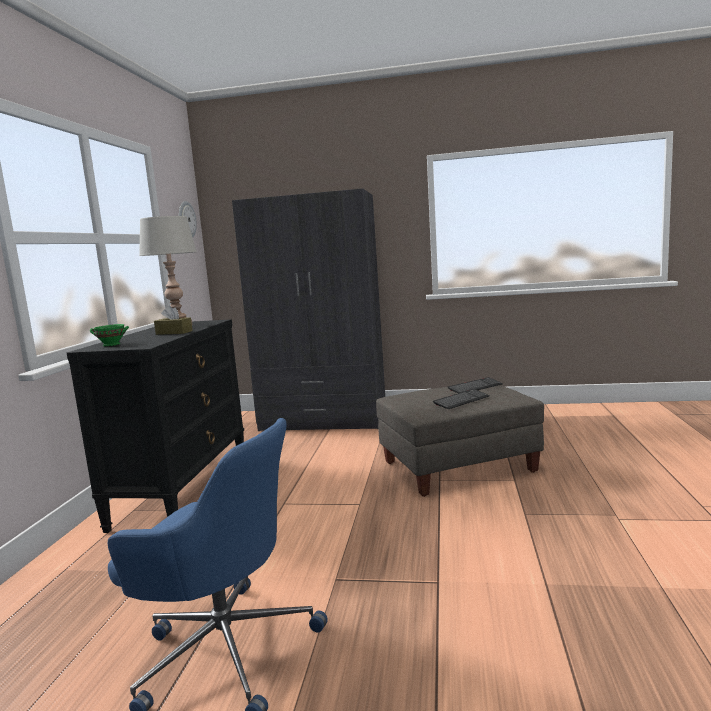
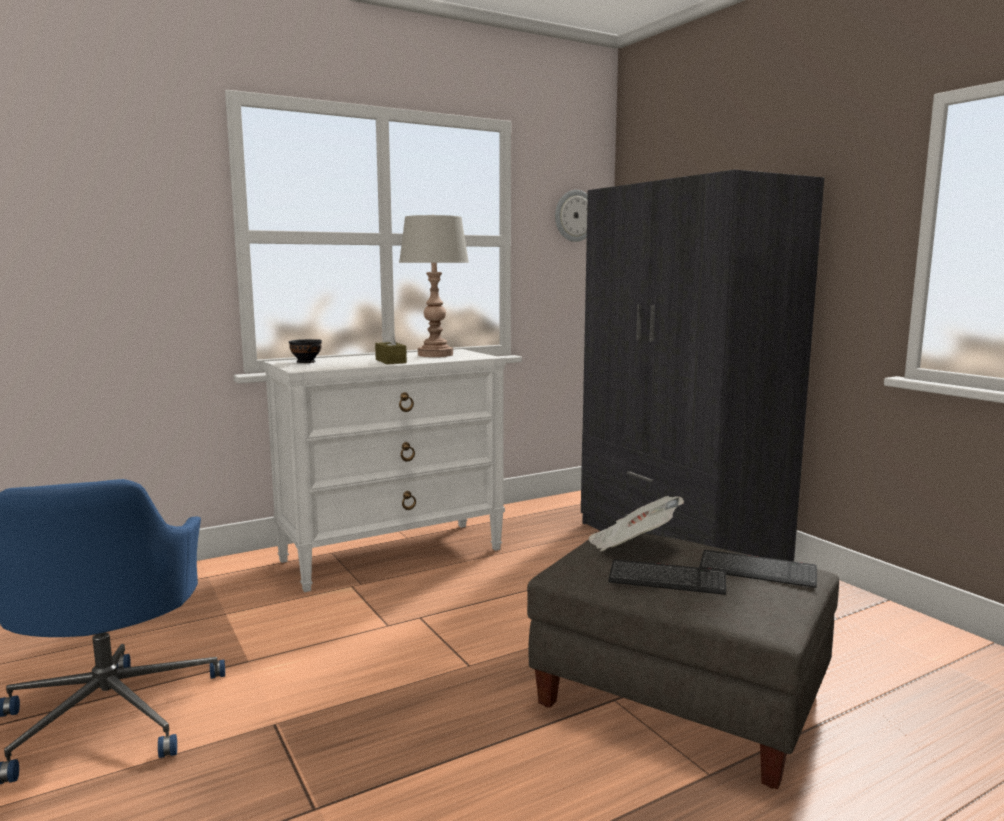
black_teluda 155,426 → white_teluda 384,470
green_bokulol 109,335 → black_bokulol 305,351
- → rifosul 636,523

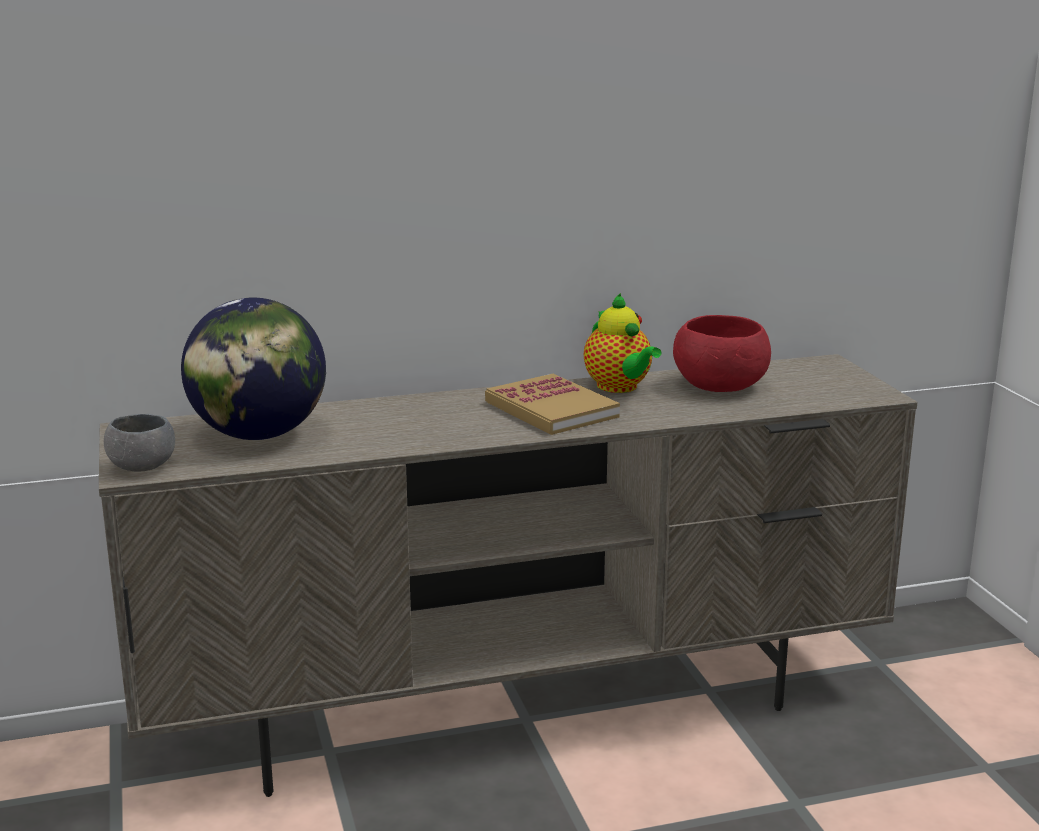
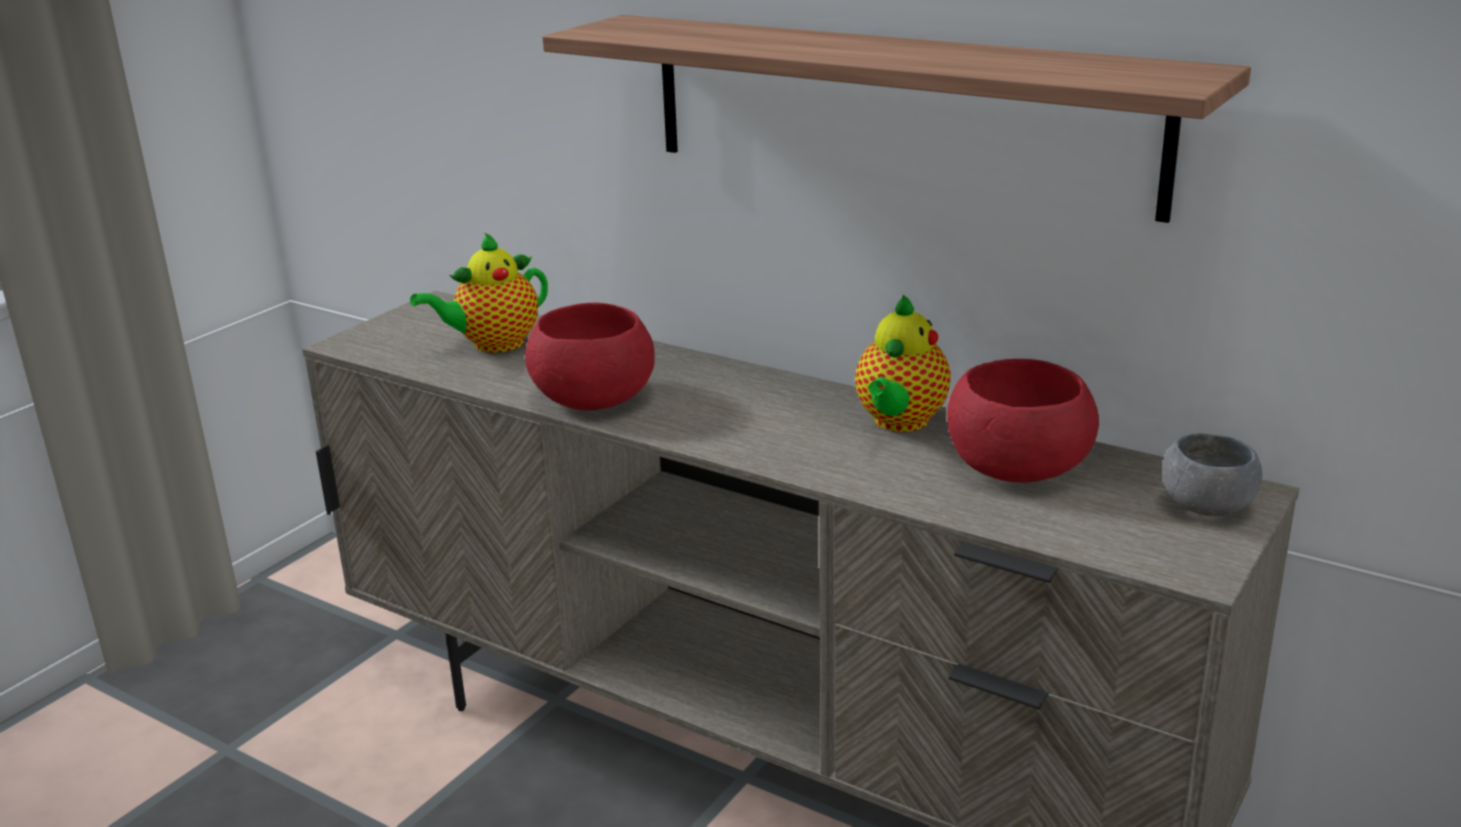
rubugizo 253,368 → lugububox 479,292
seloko 552,404 → -
grey_bokulol 139,442 → grey_bokulol 1212,474, shifted
- → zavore 896,119
- → red_bokulol 590,357

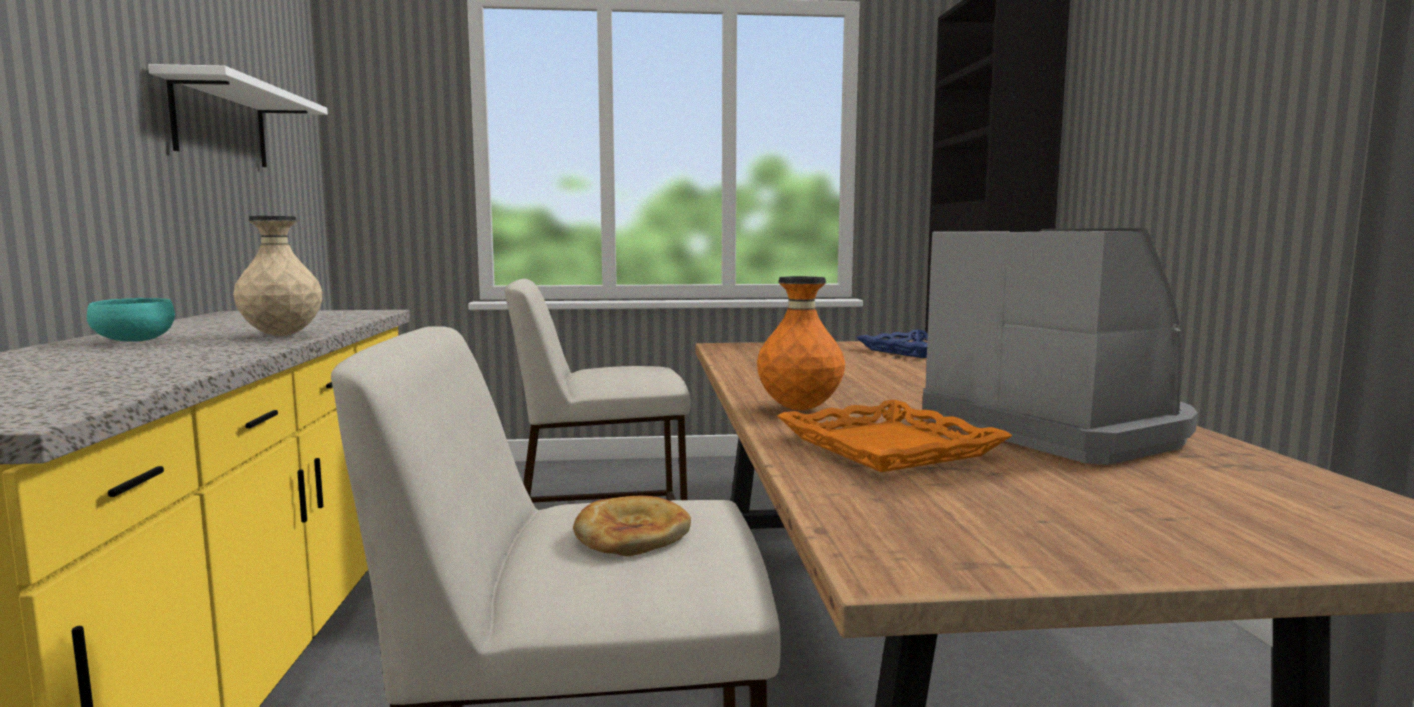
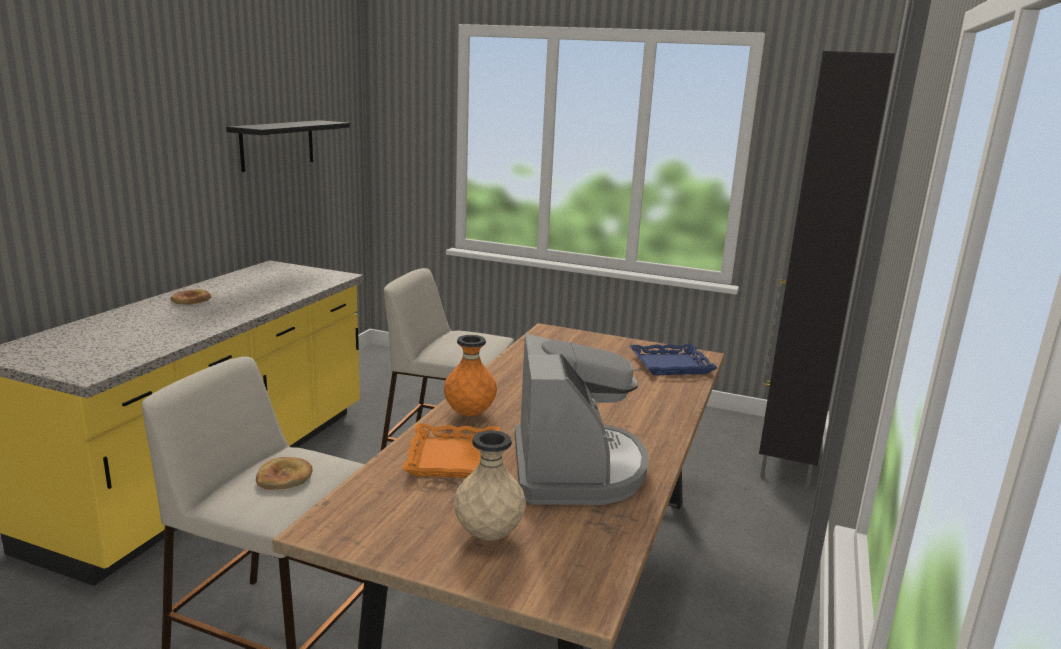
white_zavore 238,115 → black_zavore 288,146
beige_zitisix 277,276 → beige_zitisix 490,485, shifted
turquoise_bokulol 131,320 → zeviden 191,297

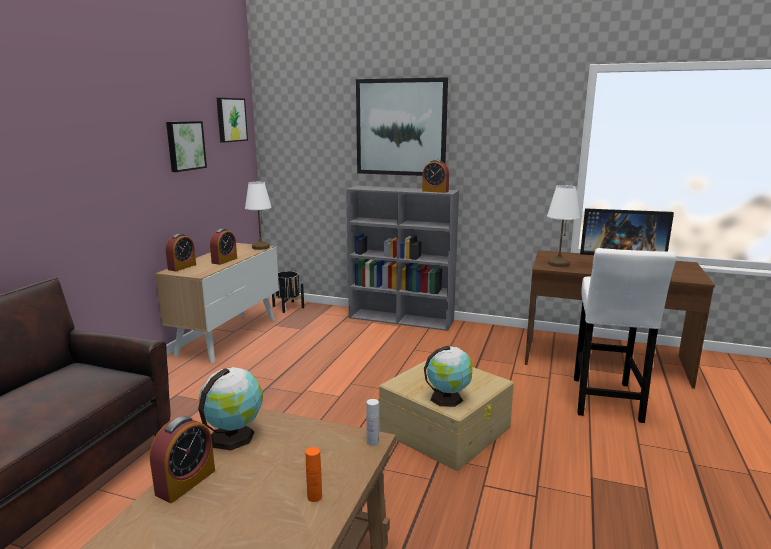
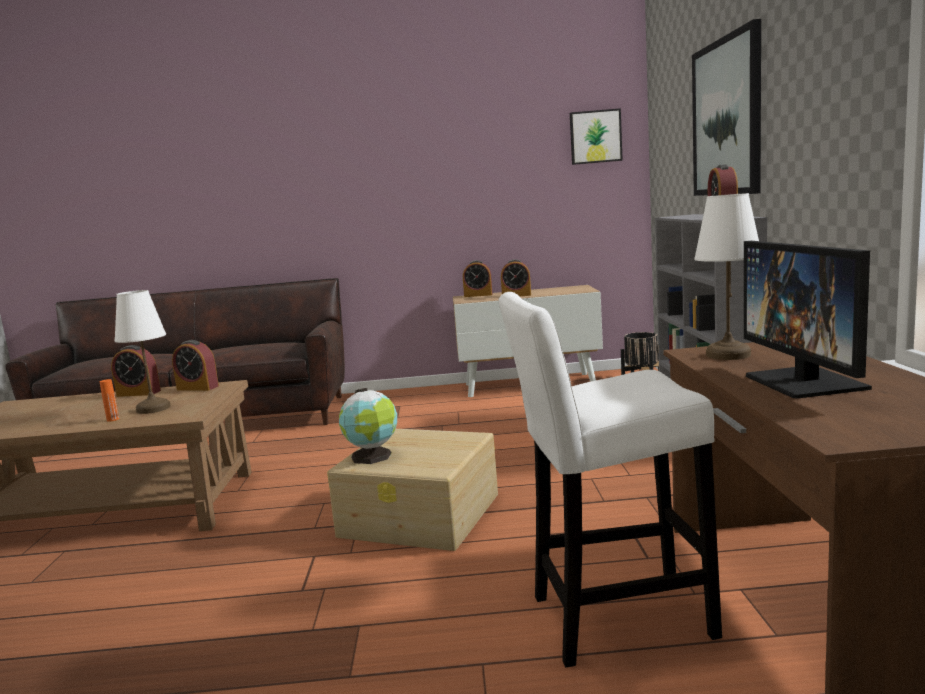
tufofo 186,146 → -
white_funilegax 258,216 → white_funilegax 142,352, shifted
rubugizo 230,408 → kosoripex 195,365
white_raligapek 372,422 → -

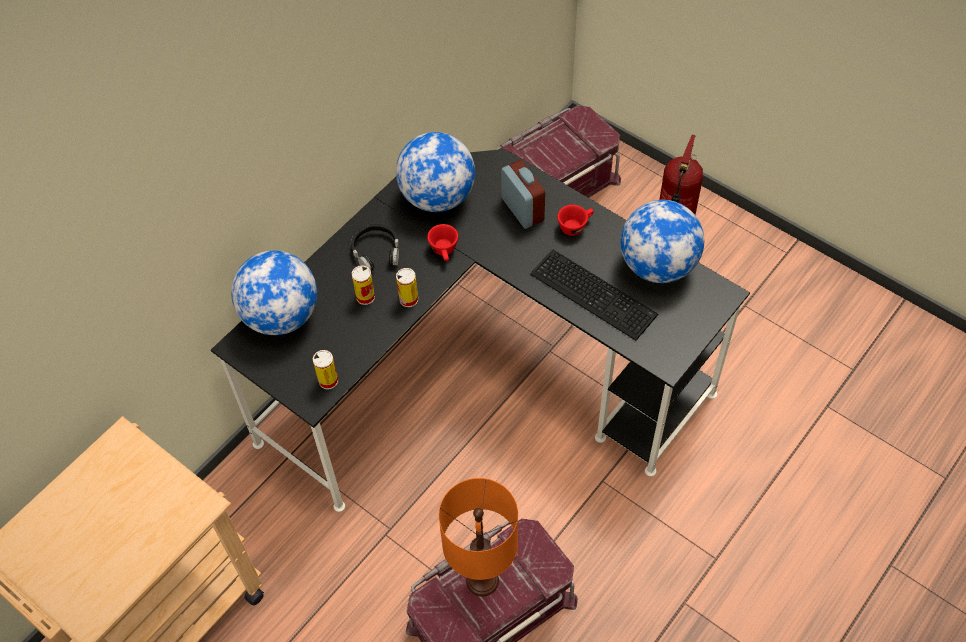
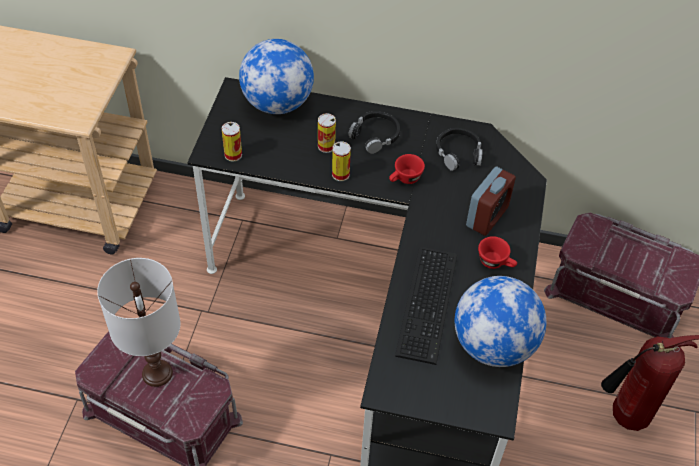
rubugizo 435,172 → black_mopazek 459,149
orange_funilegax 478,537 → white_funilegax 139,322

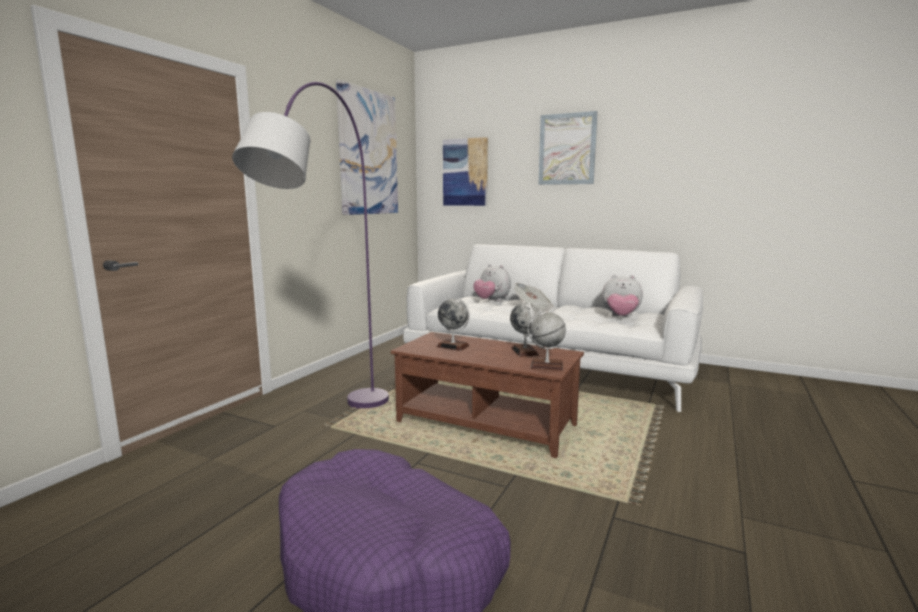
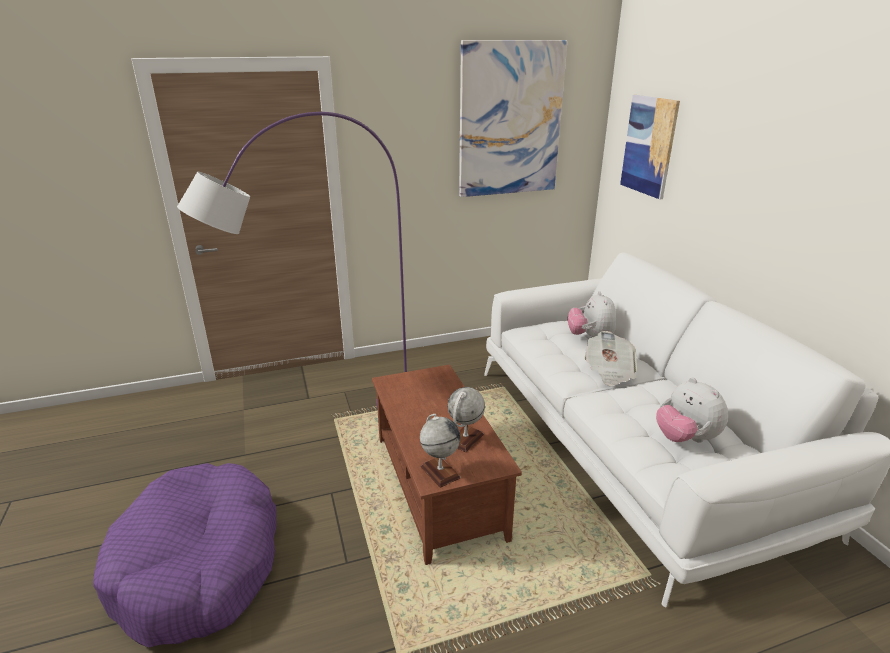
tufofo 568,148 → -
rubugizo 453,324 → -

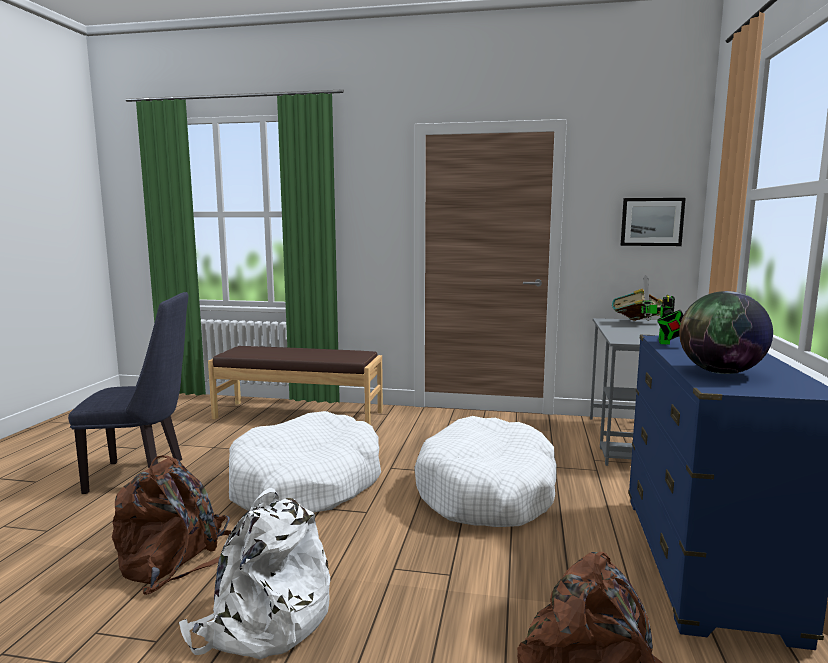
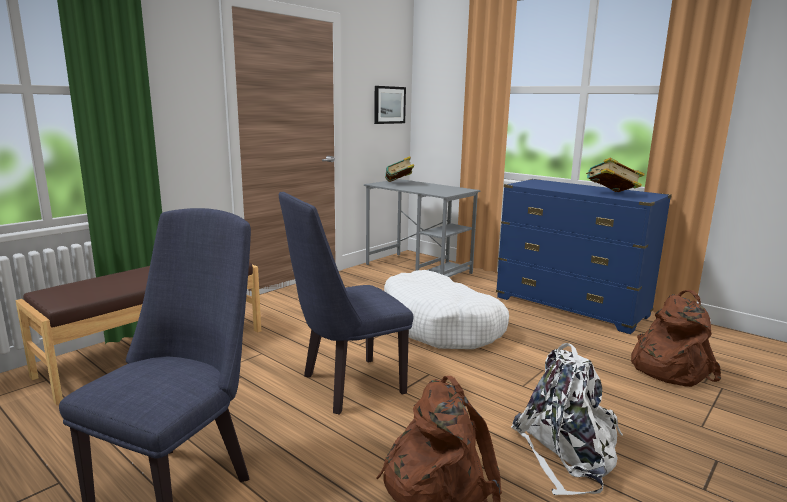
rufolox 662,310 → -
rubugizo 726,332 → seloko 615,175
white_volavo 305,462 → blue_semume 346,303

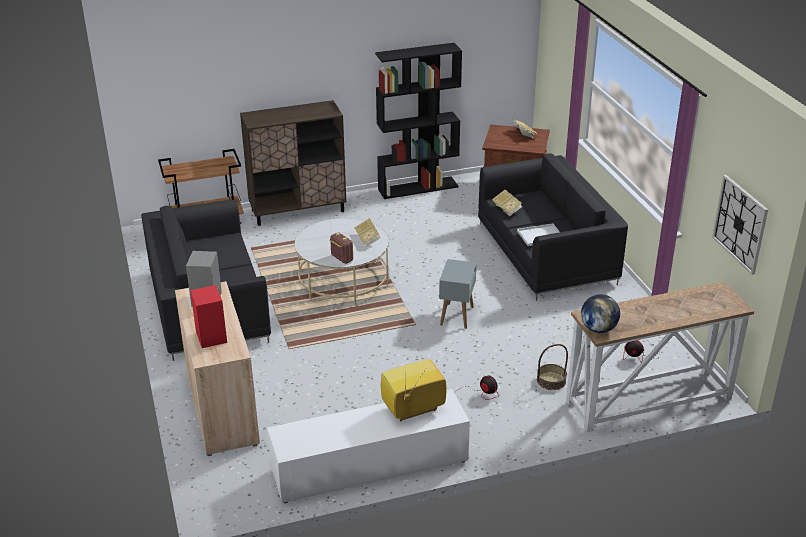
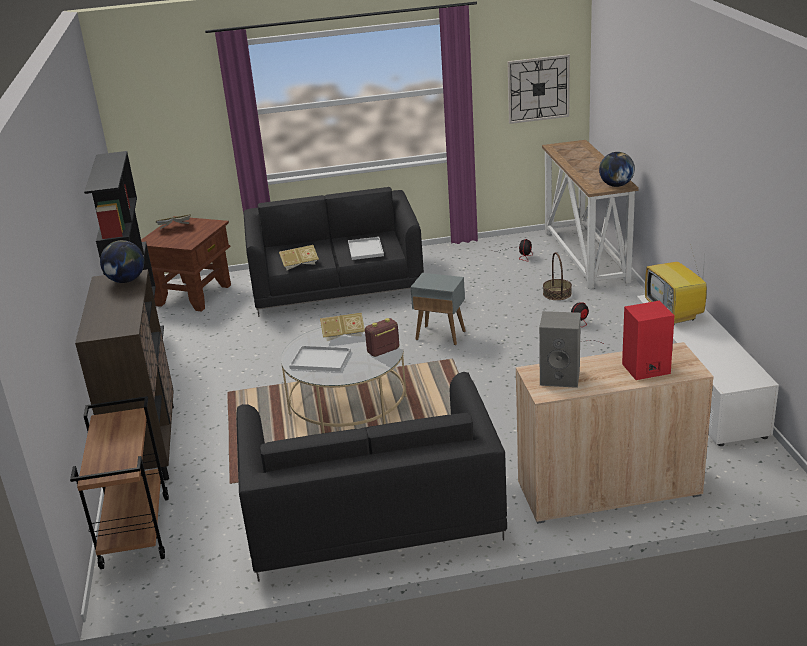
- → rubugizo 122,261
- → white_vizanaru 320,358

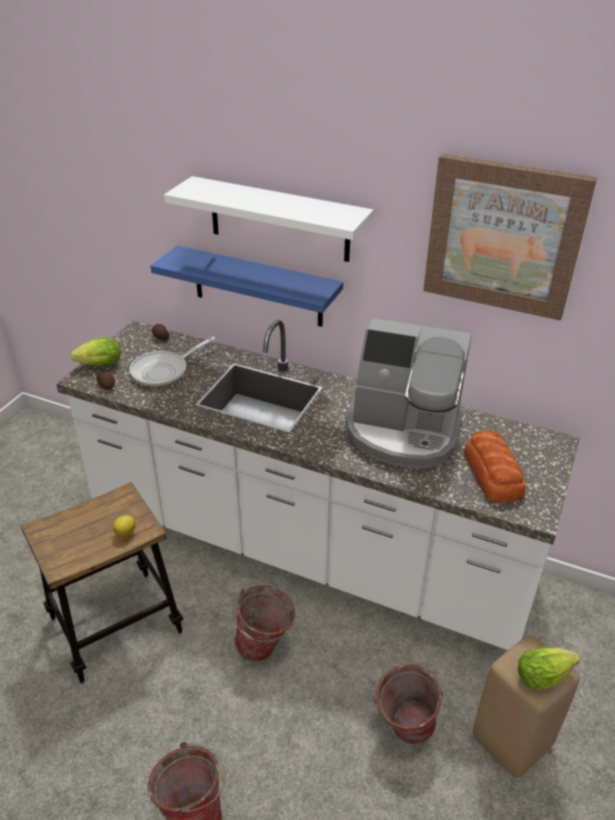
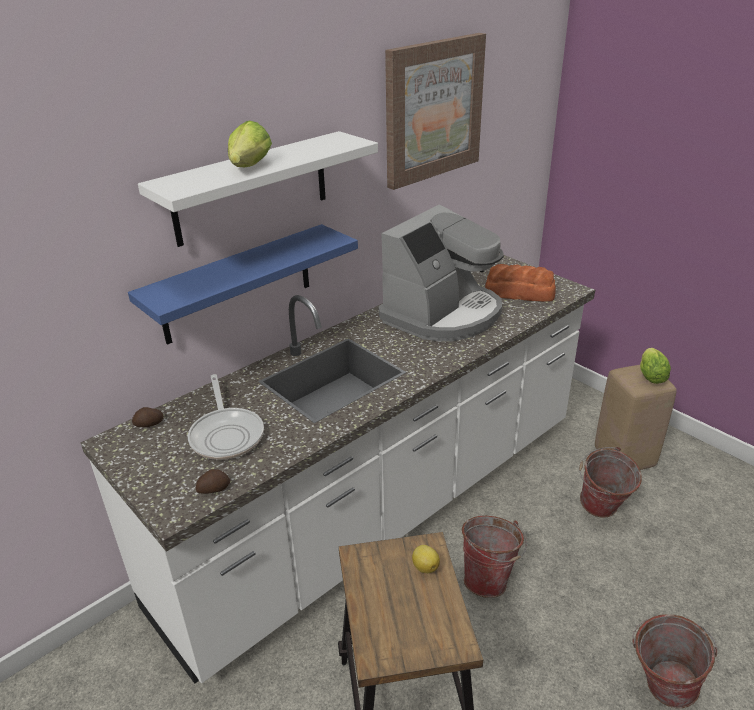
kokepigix 95,351 → kokepigix 250,143, shifted

